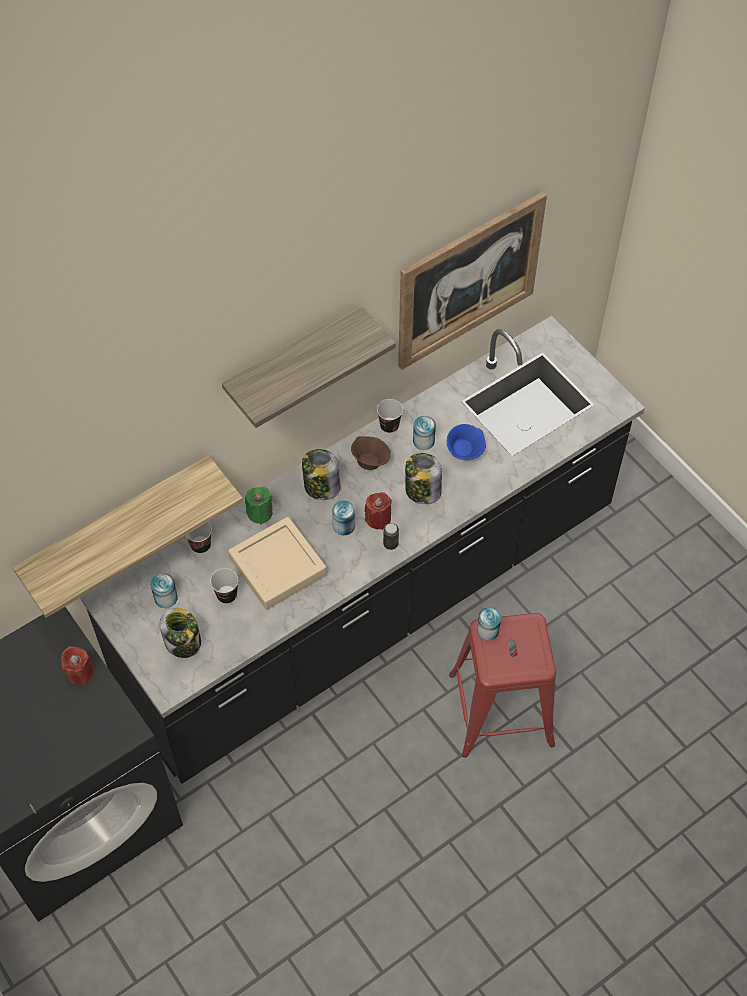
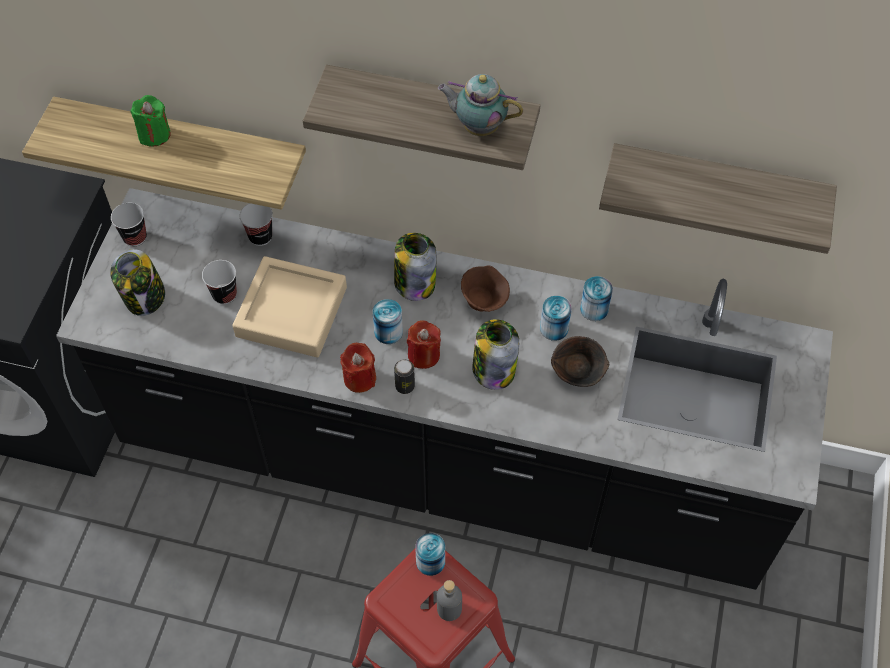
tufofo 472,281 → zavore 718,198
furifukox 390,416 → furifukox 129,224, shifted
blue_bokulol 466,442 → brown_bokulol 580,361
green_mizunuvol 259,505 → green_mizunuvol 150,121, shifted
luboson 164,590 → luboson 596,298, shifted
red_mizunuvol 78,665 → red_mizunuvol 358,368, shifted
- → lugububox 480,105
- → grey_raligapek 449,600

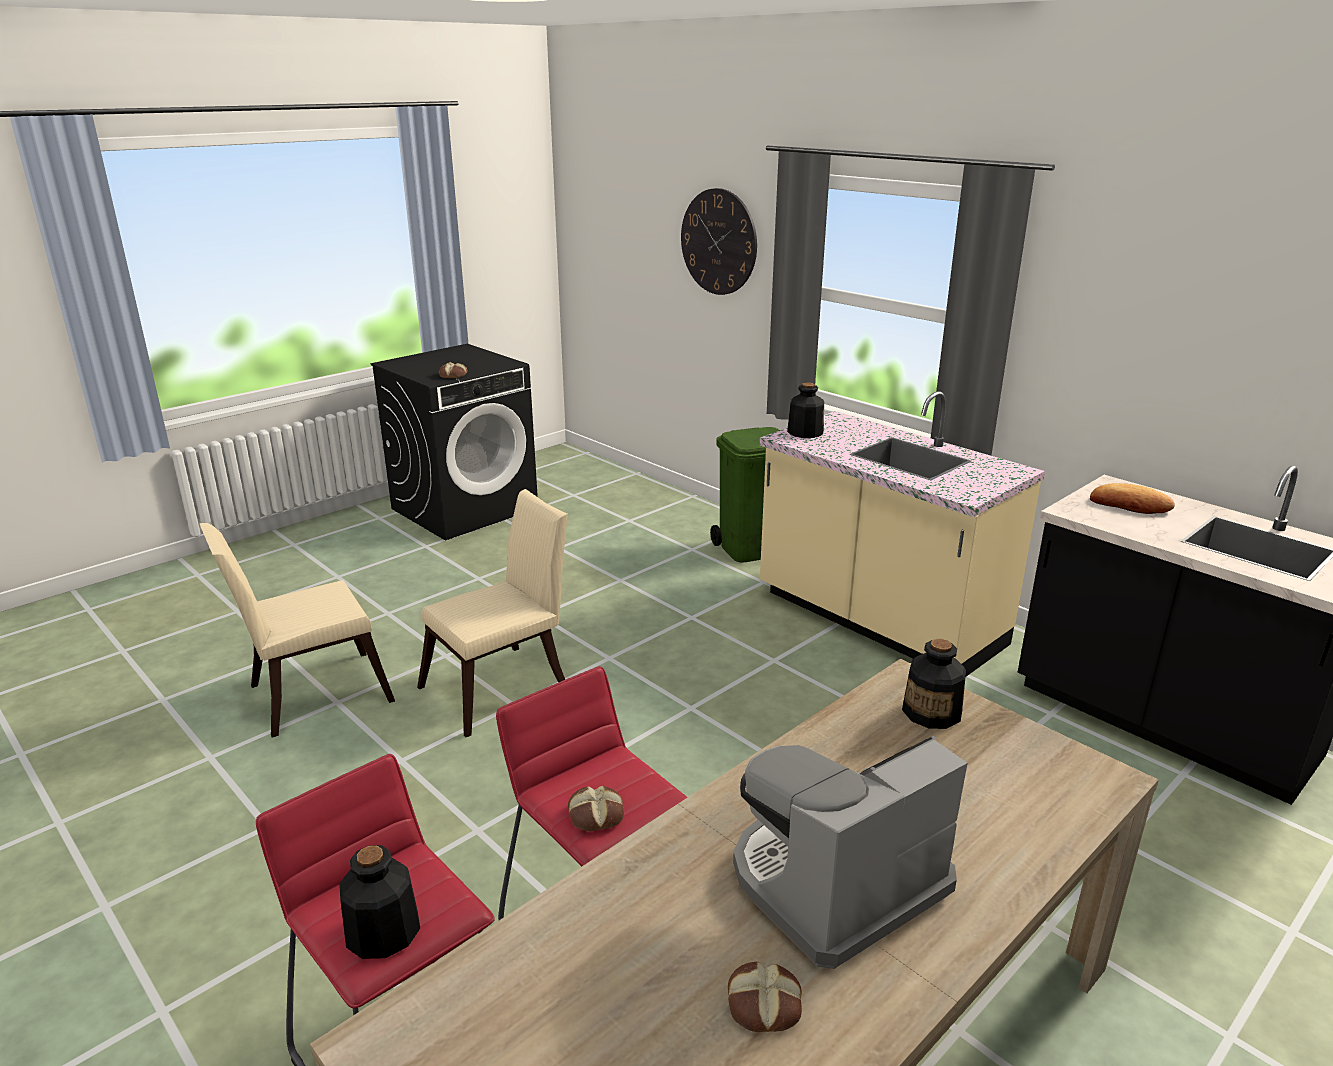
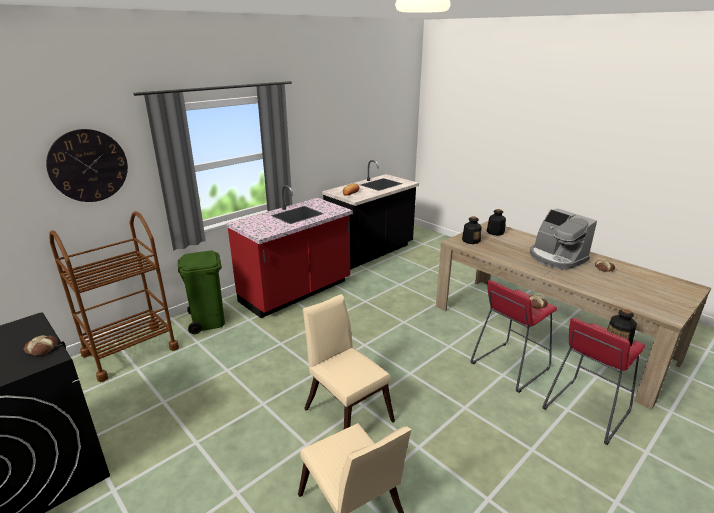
raligapek 805,410 → raligapek 496,222, shifted
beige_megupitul 902,533 → red_megupitul 289,251
- → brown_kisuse 114,296

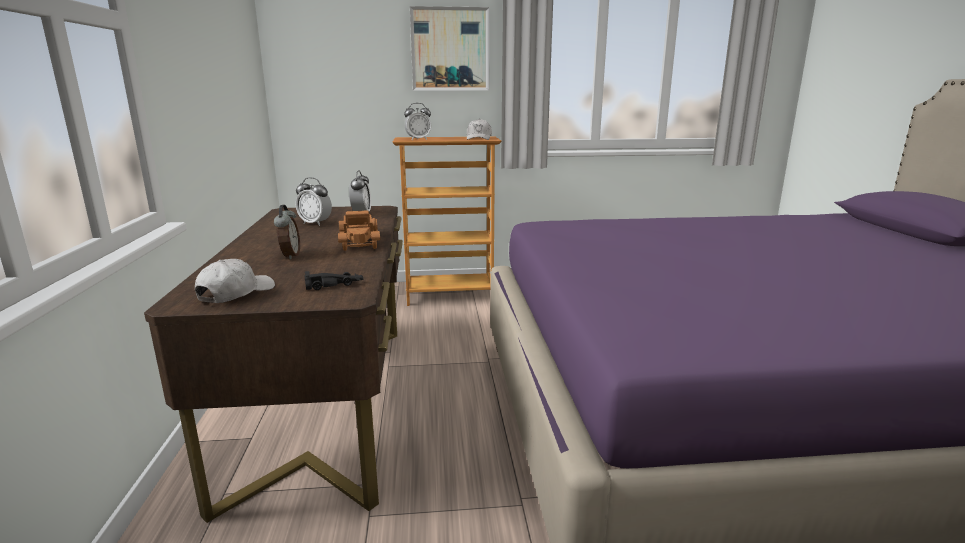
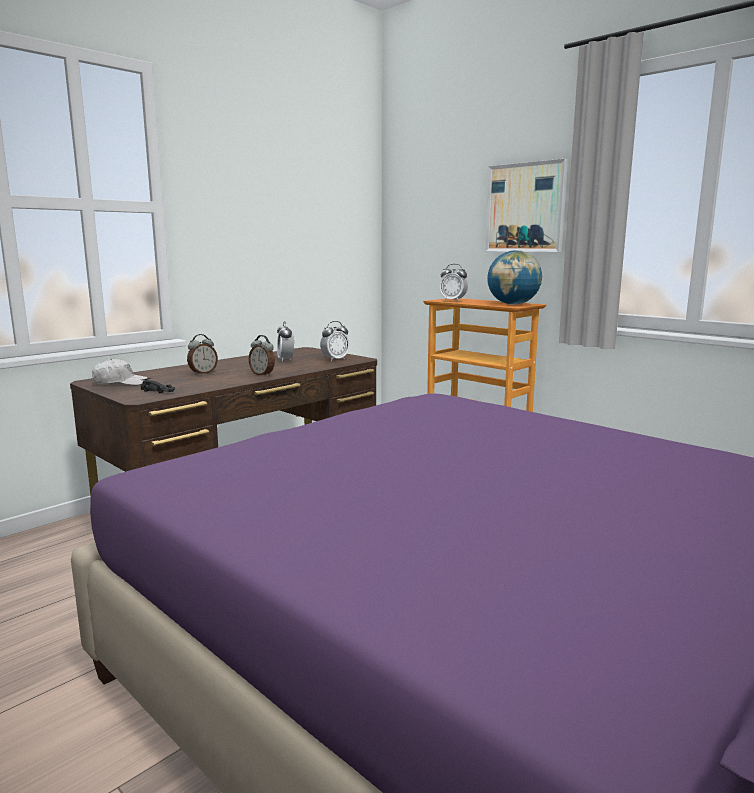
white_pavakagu 479,129 → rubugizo 514,277
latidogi 359,230 → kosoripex 262,355

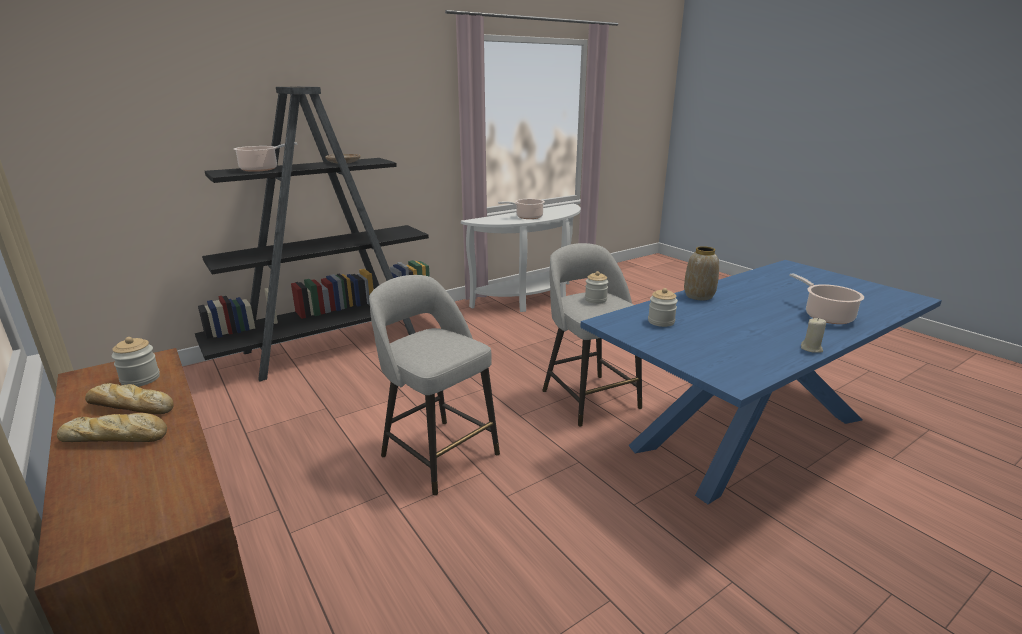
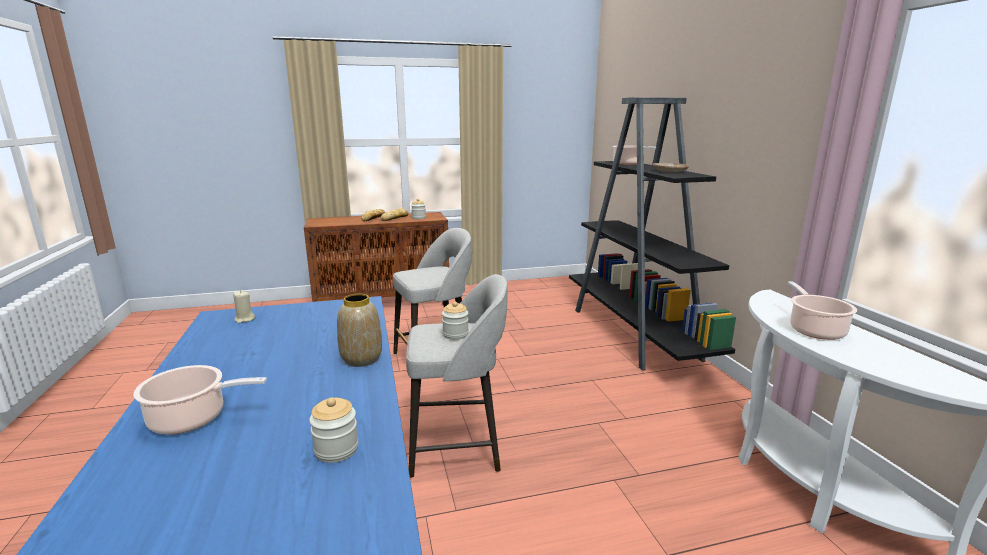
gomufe 663,307 → gomufe 333,430, shifted
beige_mizunuvol 813,335 → beige_mizunuvol 244,307, shifted

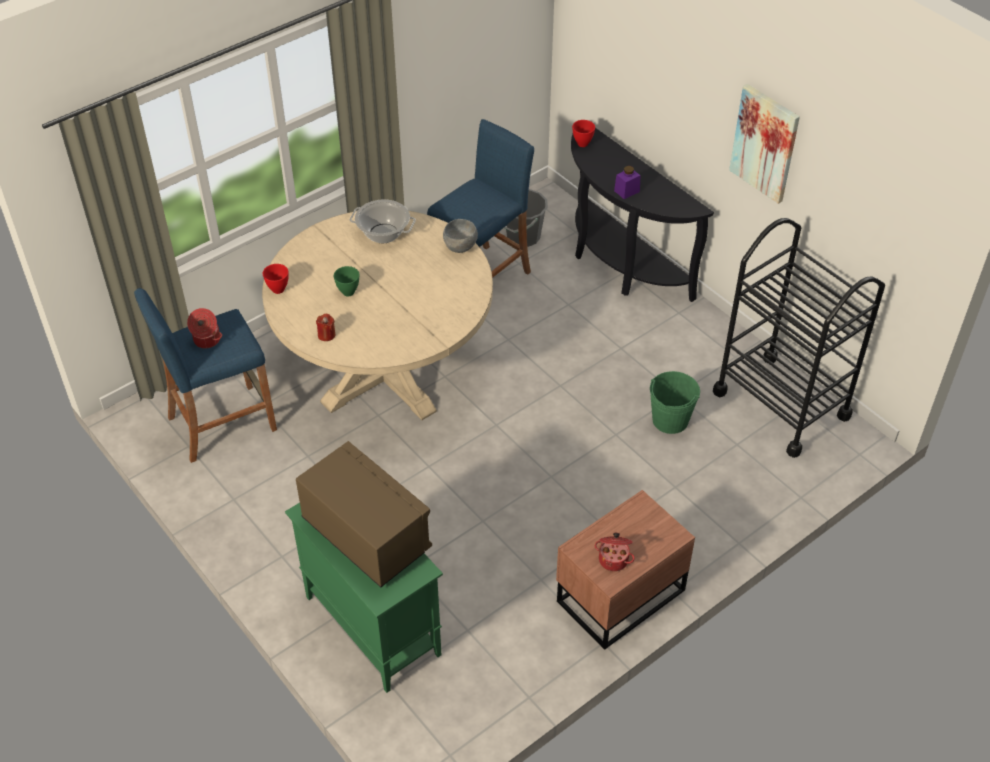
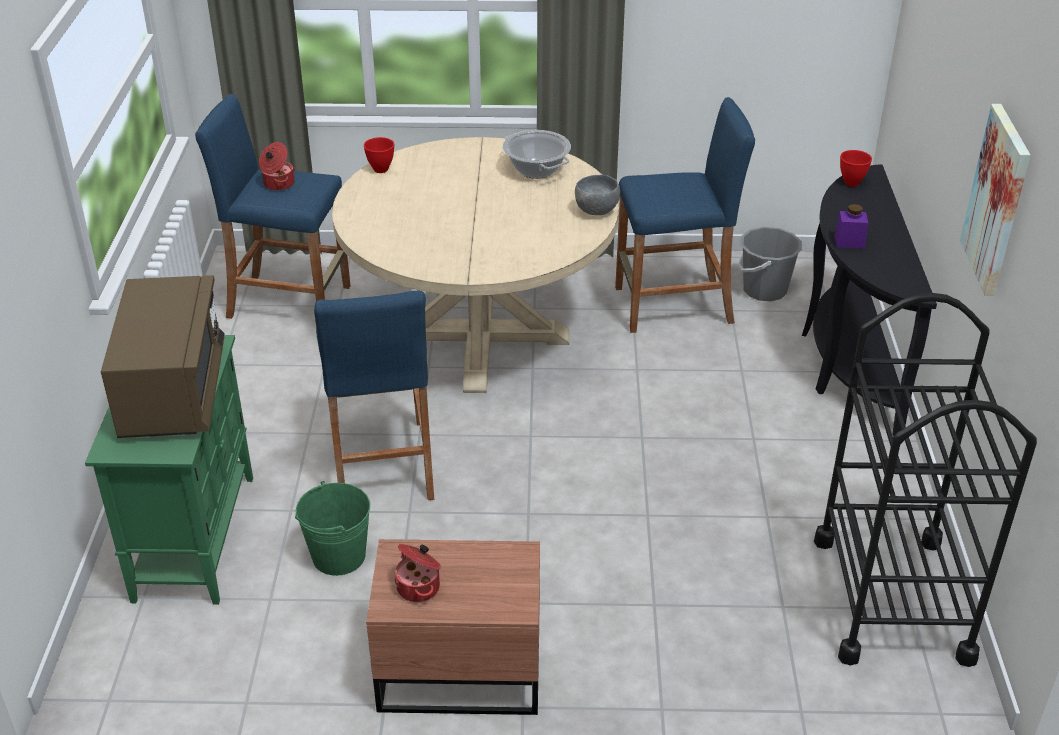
green_bokulol 346,281 → -
red_mizunuvol 326,327 → -
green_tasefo 675,402 → green_tasefo 332,528, shifted
- → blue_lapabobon 374,395

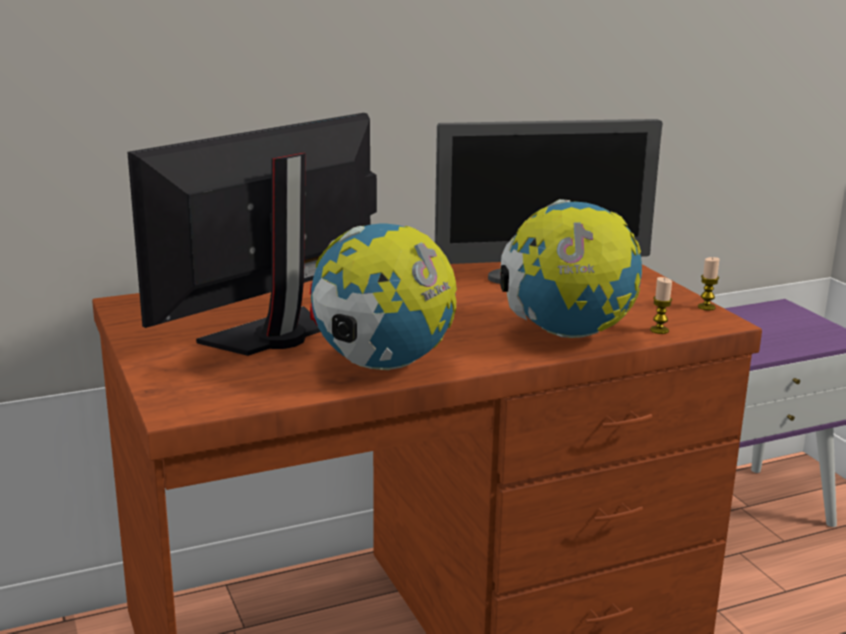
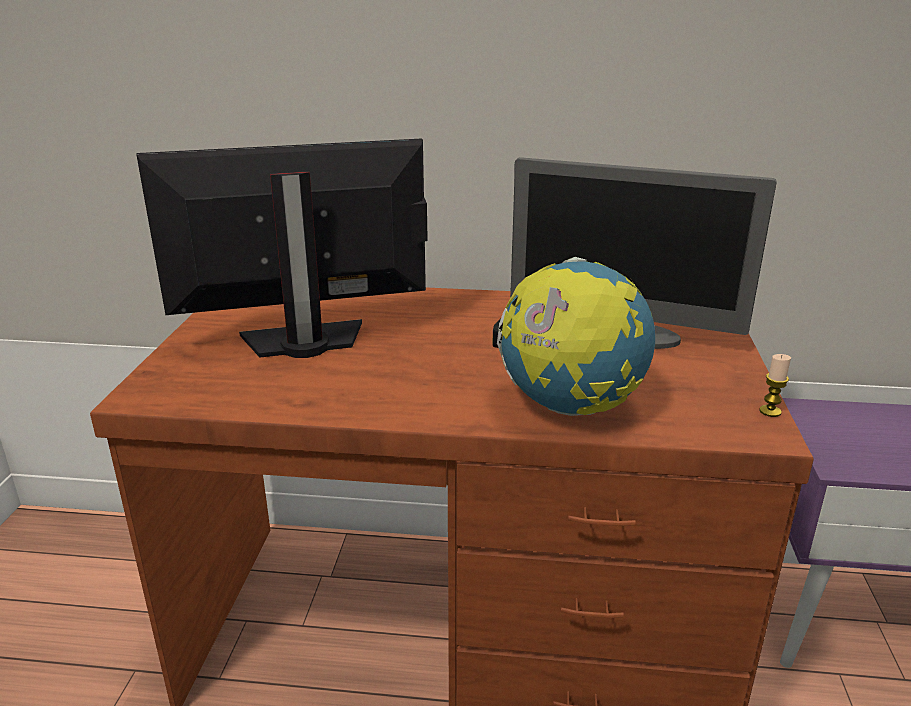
rubugizo 383,297 → -
mizunuvol 661,305 → -

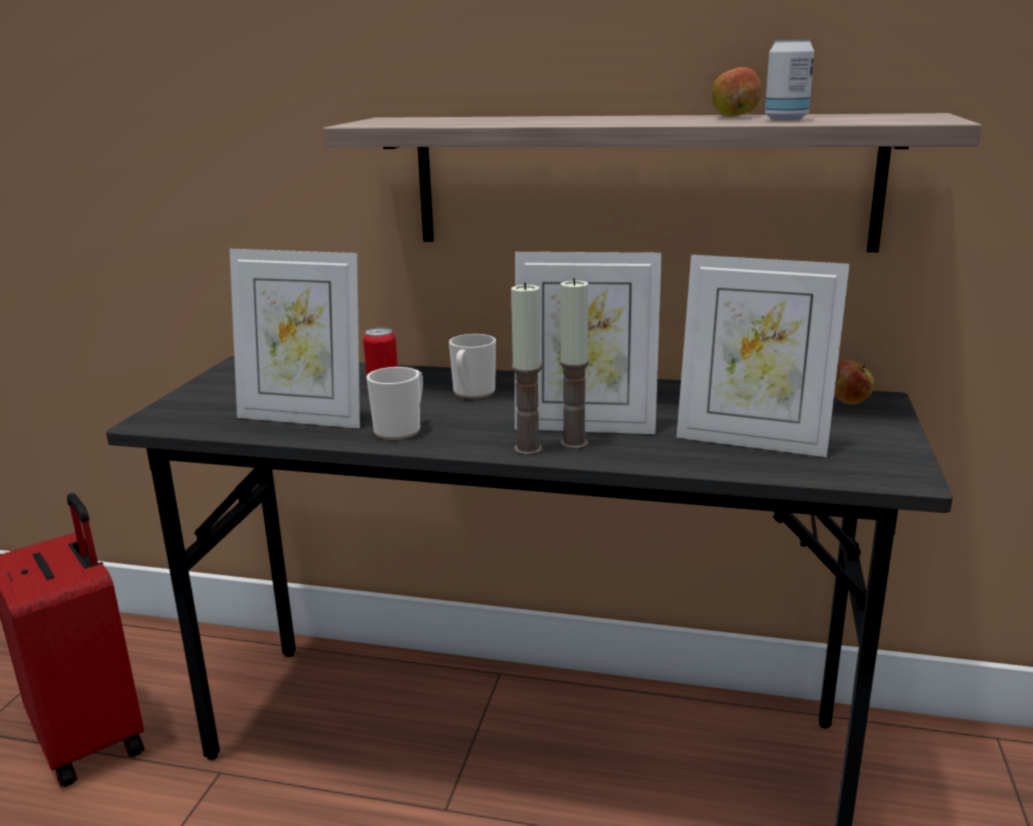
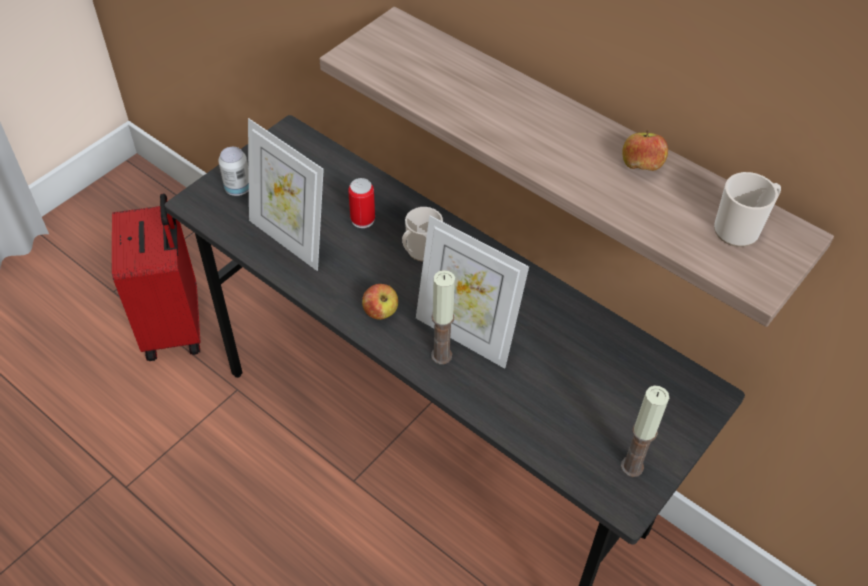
luboson 789,79 → luboson 233,171, shifted
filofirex 763,356 → -
mizunuvol 526,369 → mizunuvol 645,431, shifted
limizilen 854,382 → limizilen 380,302, shifted
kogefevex 394,403 → kogefevex 747,209, shifted

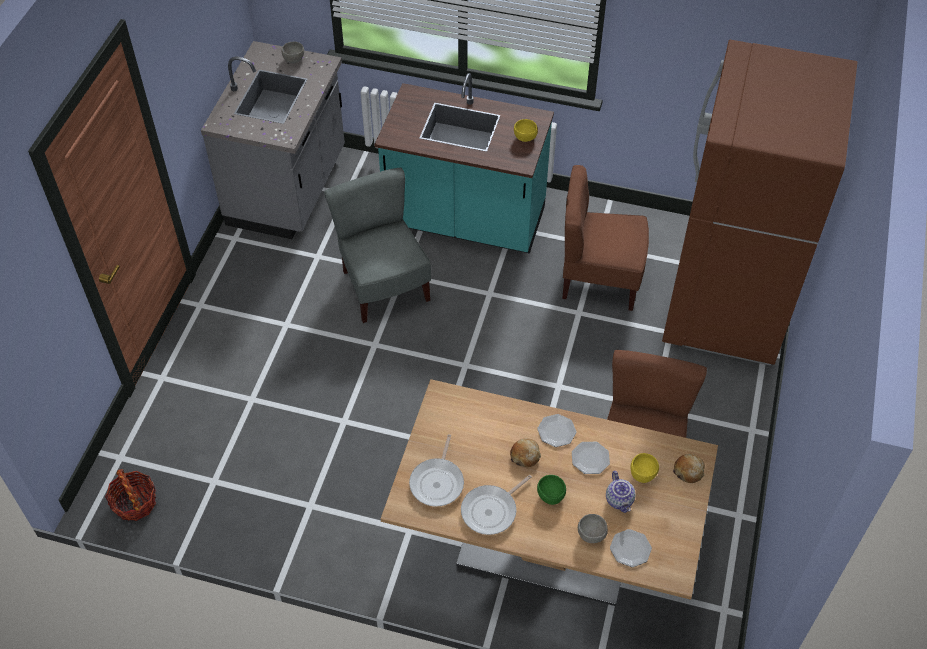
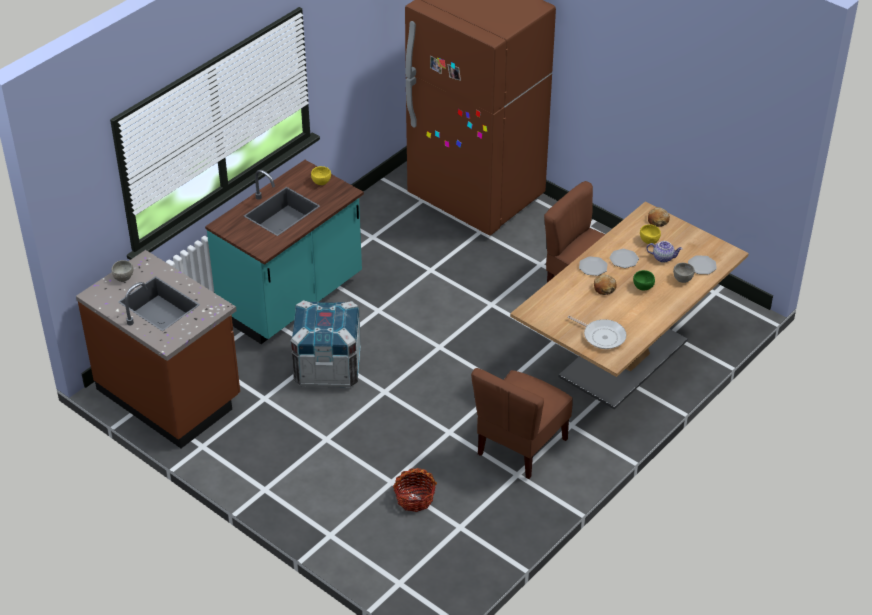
grey_megupitul 273,140 → brown_megupitul 158,349
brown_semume 605,238 → brown_semume 522,423, shifted
grey_semume 377,245 → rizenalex 326,344
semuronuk 130,495 → semuronuk 415,490, shifted
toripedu 496,505 → -

